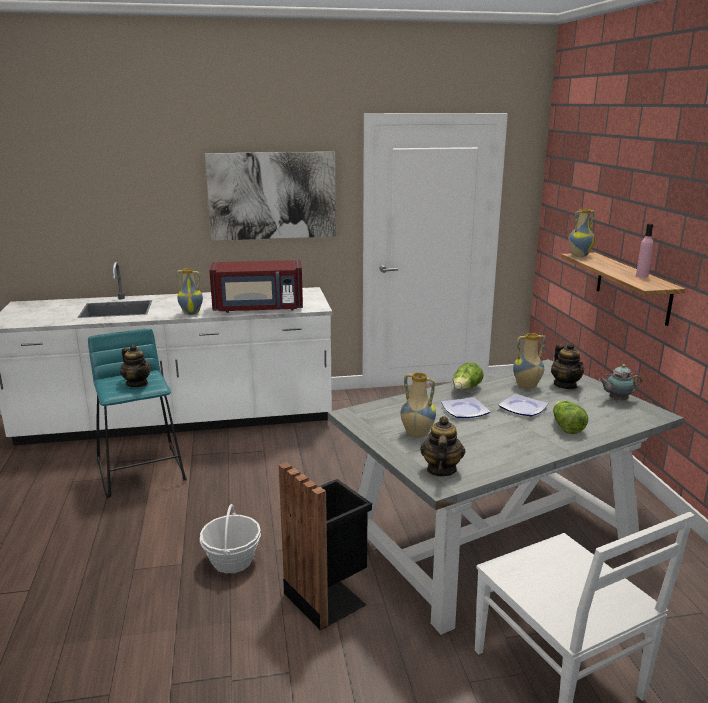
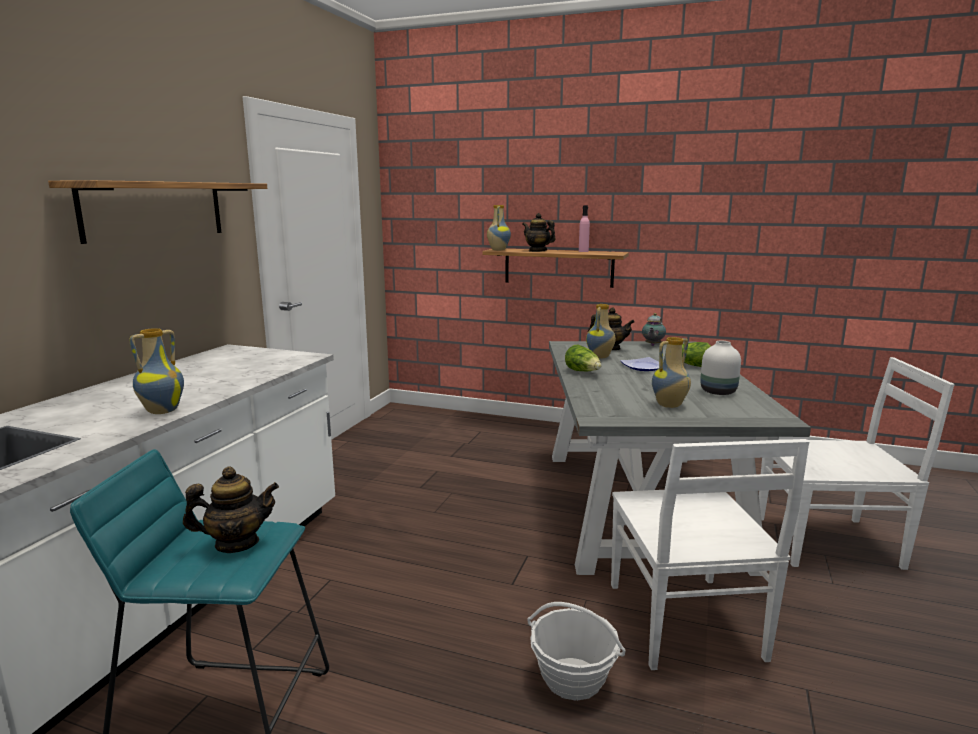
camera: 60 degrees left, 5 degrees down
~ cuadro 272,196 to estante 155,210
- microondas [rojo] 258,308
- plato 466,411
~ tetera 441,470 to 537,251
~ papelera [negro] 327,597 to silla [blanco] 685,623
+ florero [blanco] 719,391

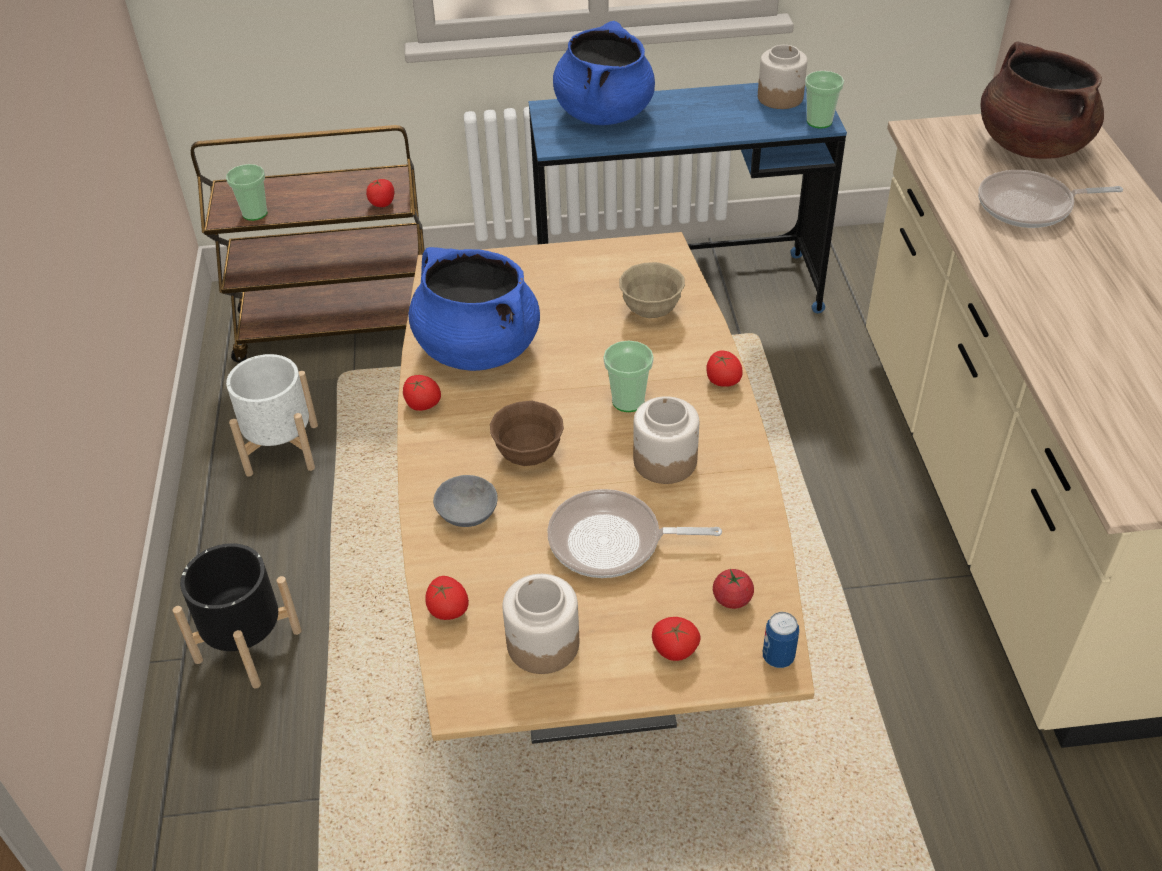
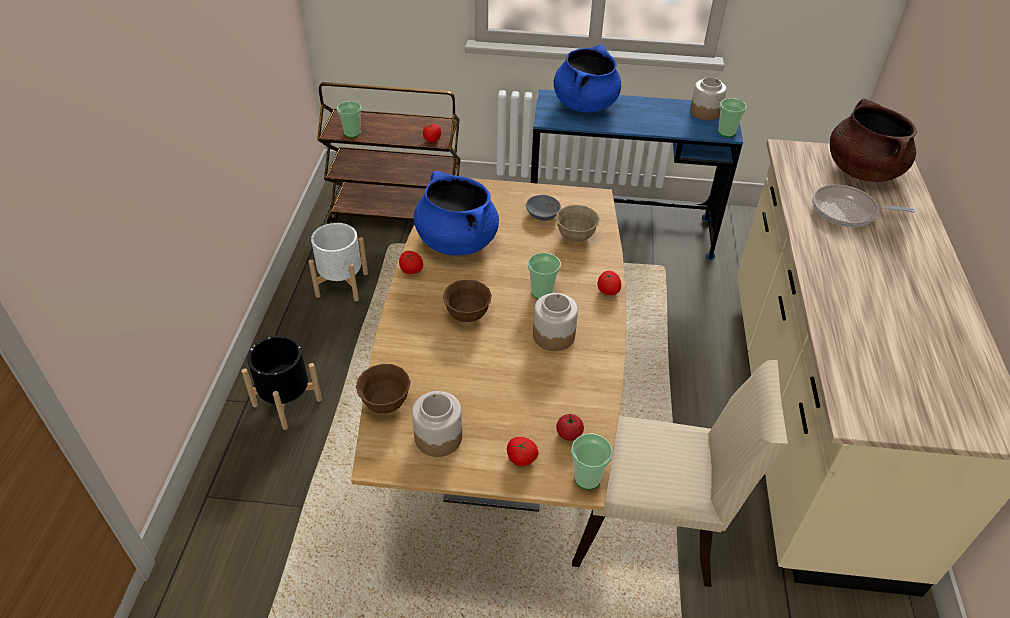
camera: 10 degrees right, 0 degrees up
~ cuenco [gris] 465,512 to 541,214
- sartén 612,542
~ tomate 448,609 to cuenco [marrón] 386,403
~ lata 778,657 to taza 587,478
+ silla [beis] 654,526

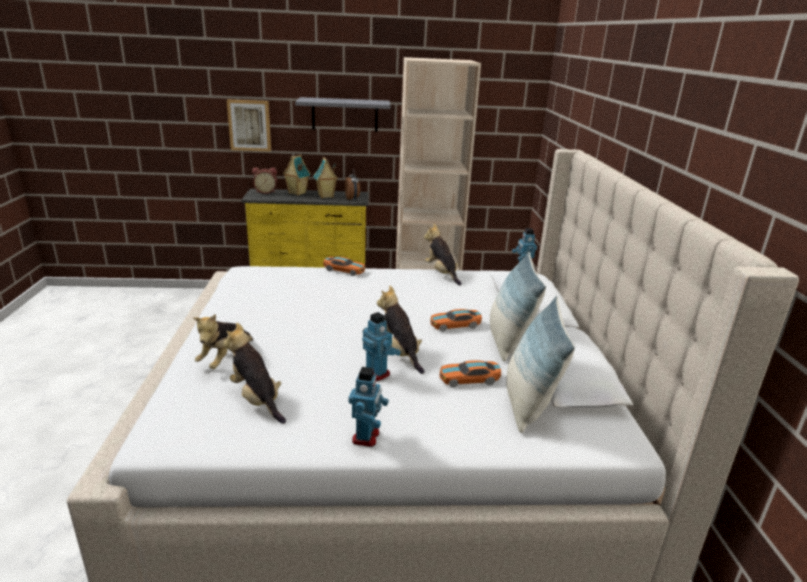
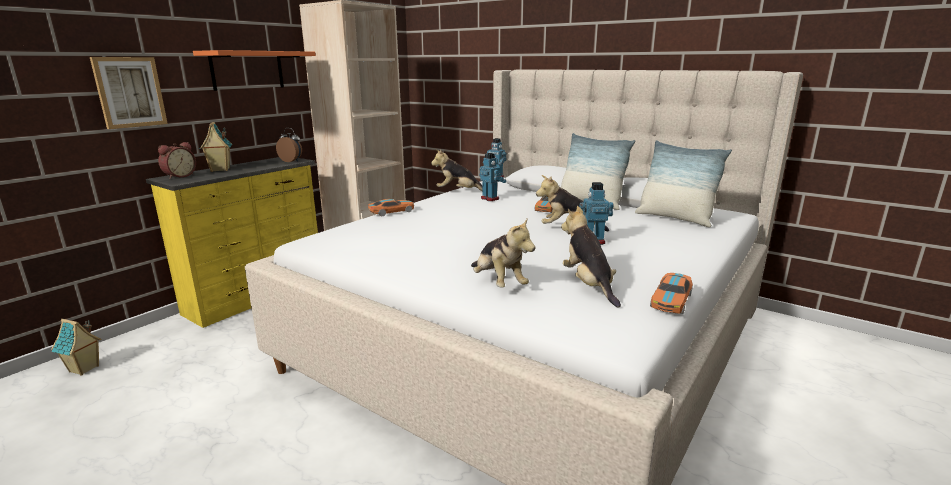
camera: 50 degrees left, 5 degrees down
~ estante [gris] 345,114 to estante [naranja] 247,70
~ casita 325,196 to 84,369
~ peluche 257,399 = 588,285 75 degrees clockwise
~ coche de juguete 469,379 to 671,300
~ robot de juguete 366,437 to 490,198

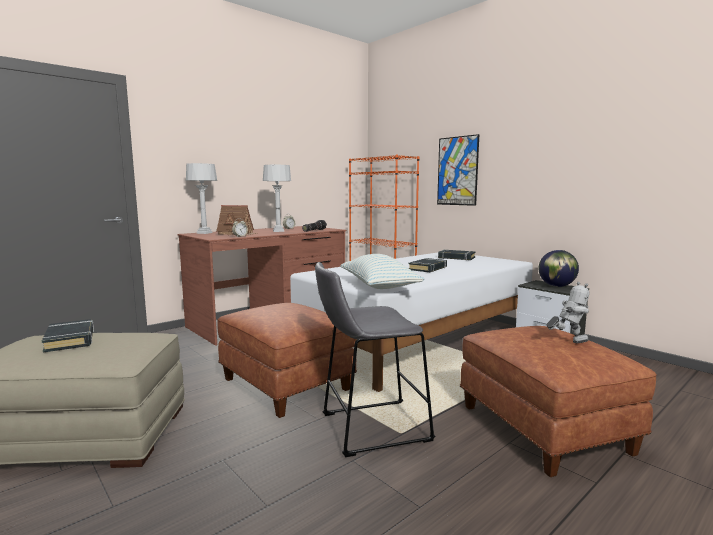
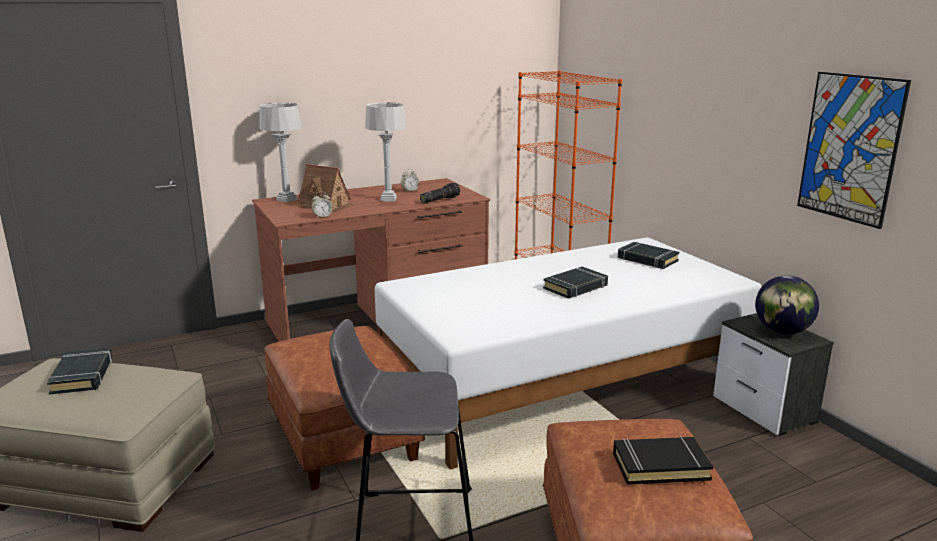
camera: 15 degrees right, 10 degrees up
~ cuadro 457,171 to 850,148
- cojín 378,286
~ robot de juguete 567,342 to libro [negro] 660,466

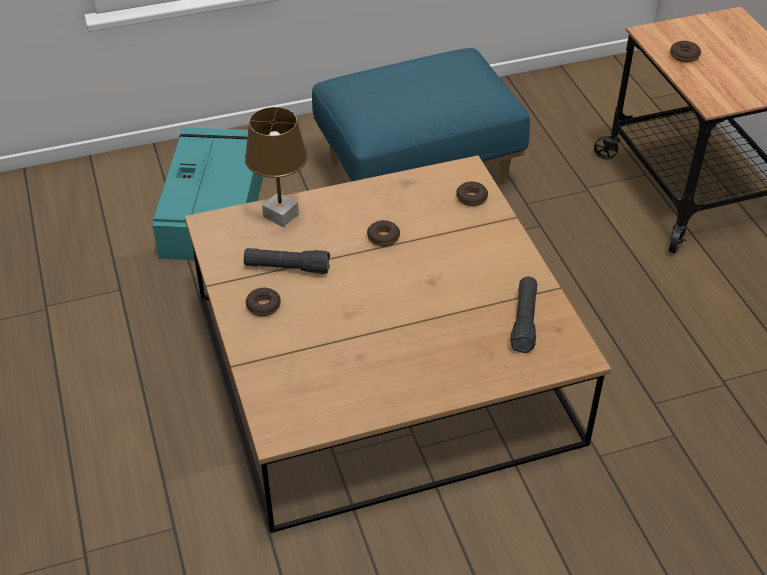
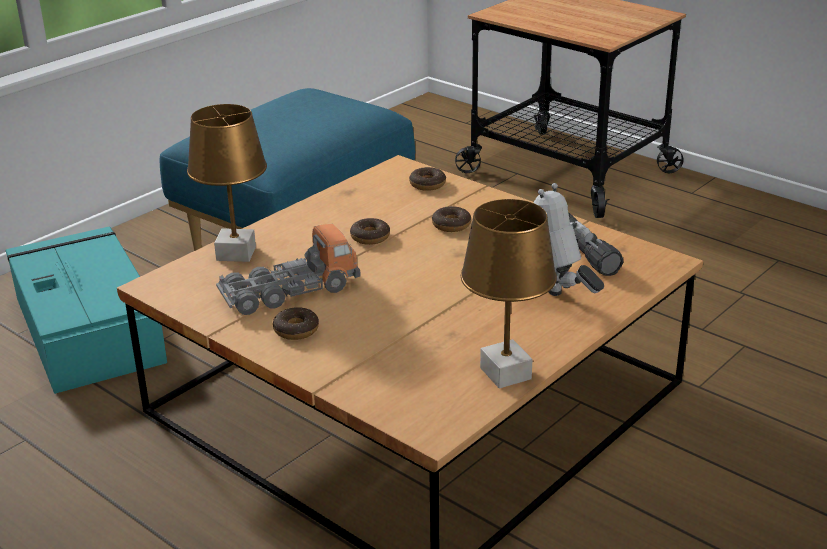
camera: 30 degrees left, 15 degrees down
~ rosquilla 684,56 to 451,225
~ linterna [negro] 287,268 to camión de juguete 289,291
+ robot de juguete 559,301
+ lámpara de mesa [marrón] 504,373

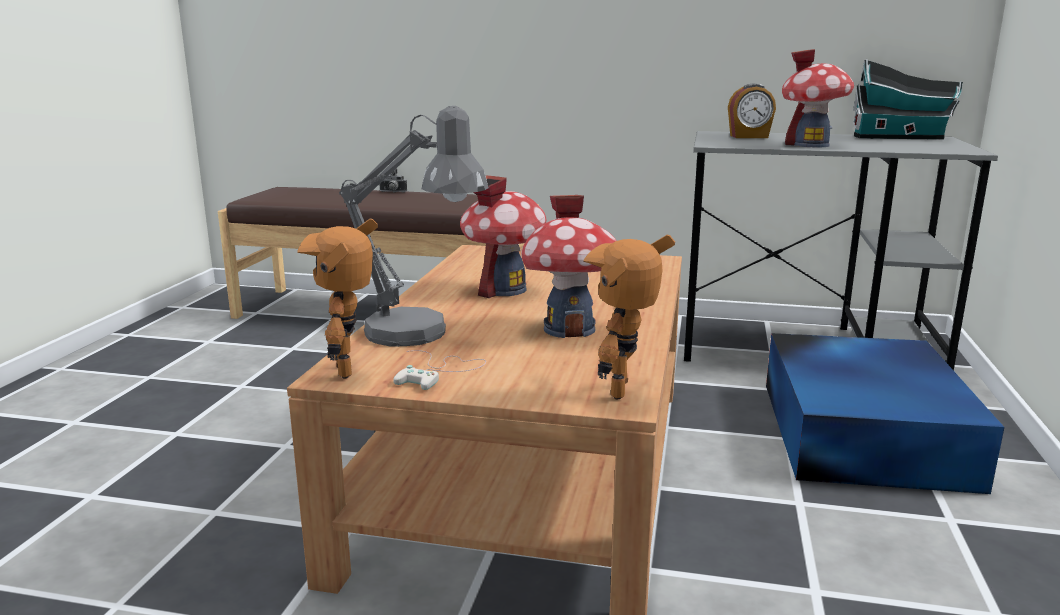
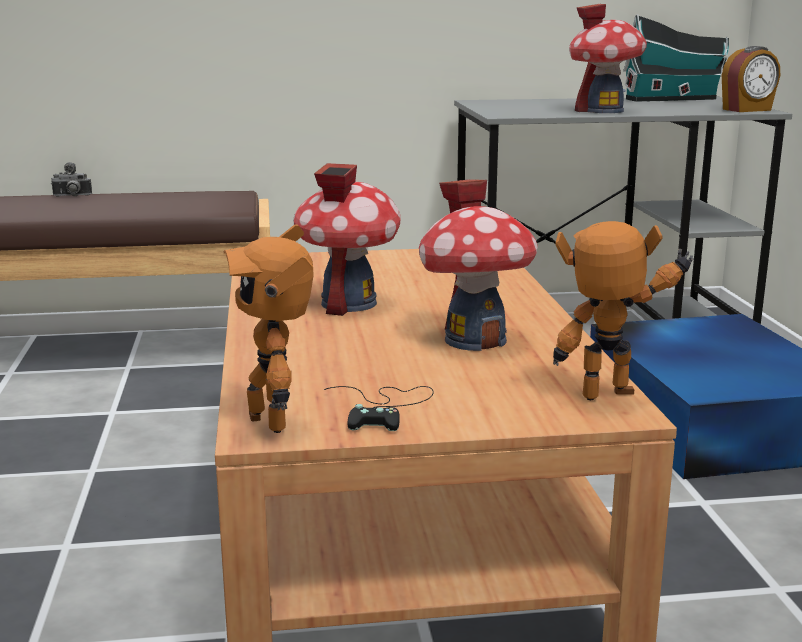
camera: 20 degrees left, 0 degrees up
~ despertador 749,137 to 747,110
- lámpara de mesa [gris] 421,335
~ robot de juguete 627,391 = 613,399 75 degrees clockwise
~ mando de consola [blanco] 439,372 to mando de consola [negro] 385,408

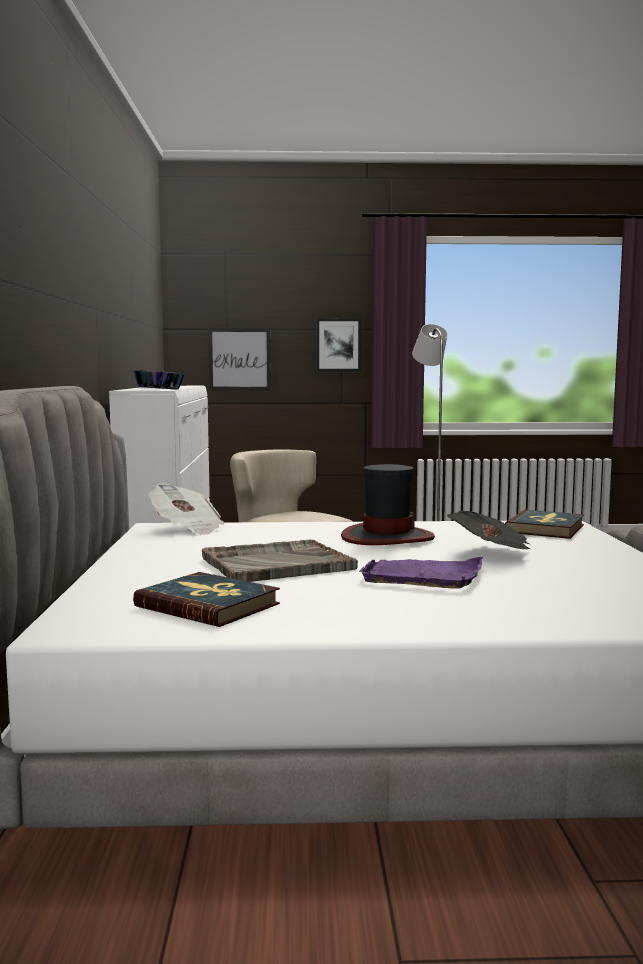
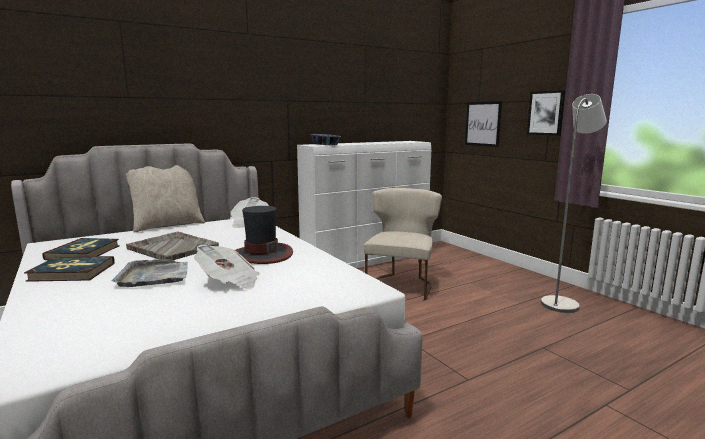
camera: 60 degrees right, 5 degrees up
~ libro 545,528 to 72,272
~ bandeja [morado] 423,576 to bandeja [gris] 154,276
+ cojín [beis] 168,225

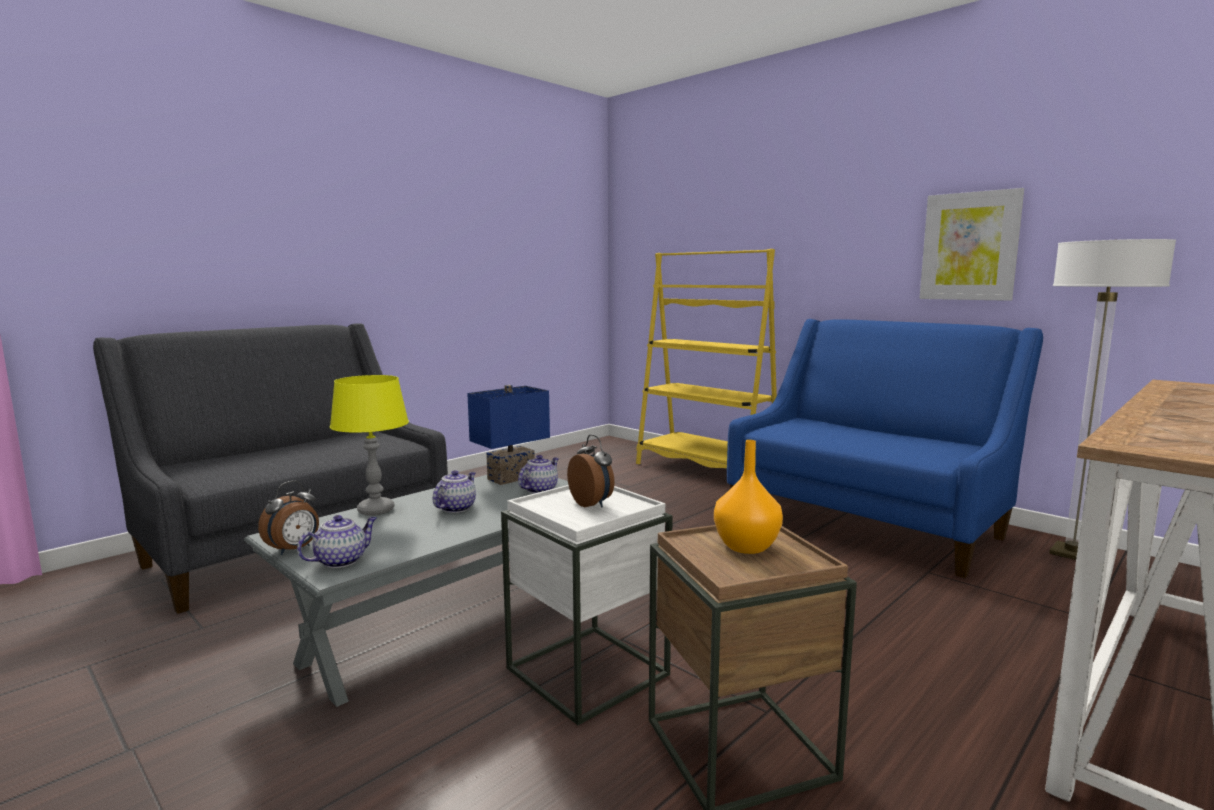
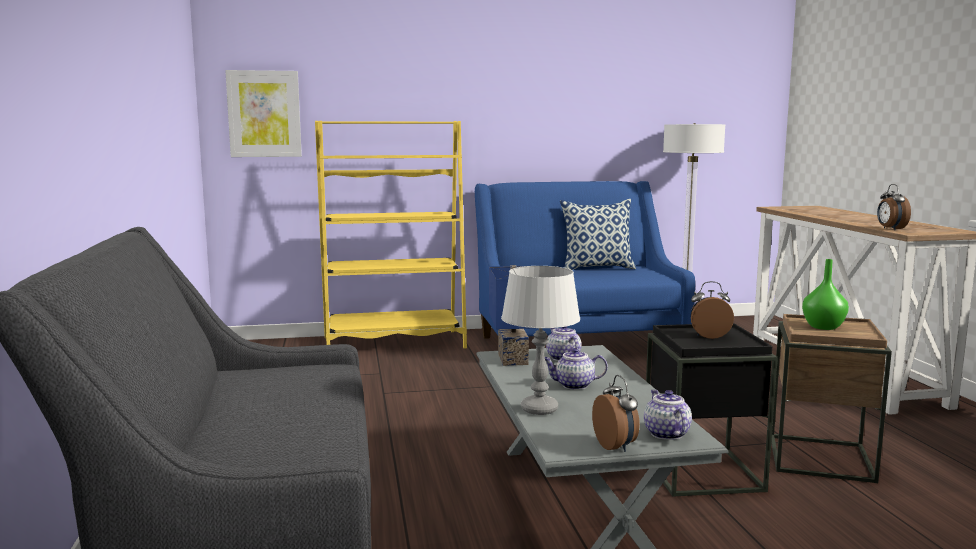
camera: 55 degrees left, 0 degrees up
~ cuadro 969,246 to 264,114
~ lámpara de mesa [amarillo] 376,510 to lámpara de mesa [gris] 539,409
~ florero [naranja] 748,546 to florero [verde] 823,327
~ tetera 456,508 = 573,385 60 degrees counterclockwise
~ mesa auxiliar [blanco] 586,671 to mesa auxiliar [negro] 701,473
+ despertador 890,229
+ cojín 597,268

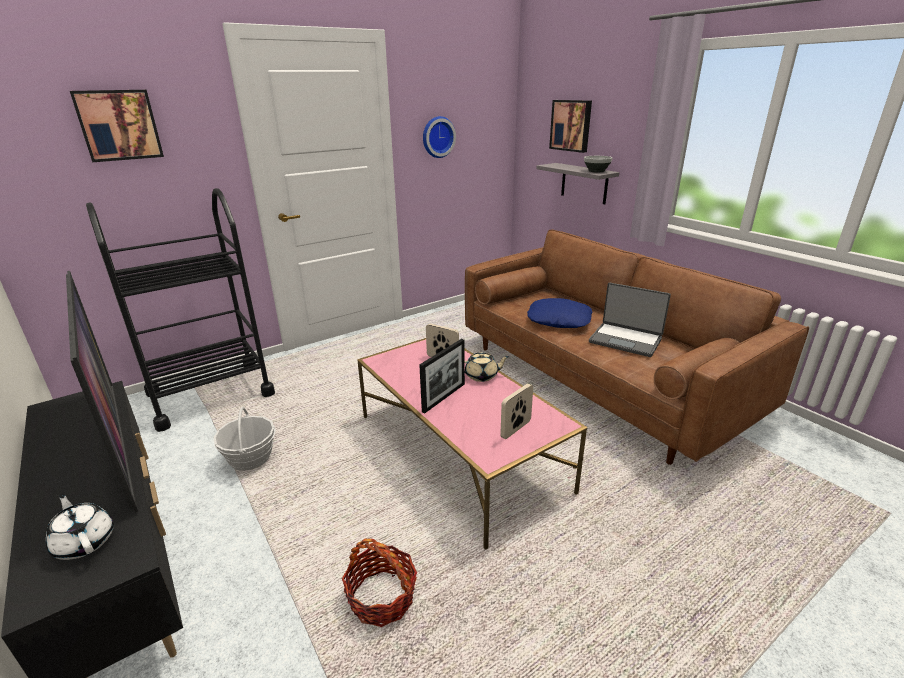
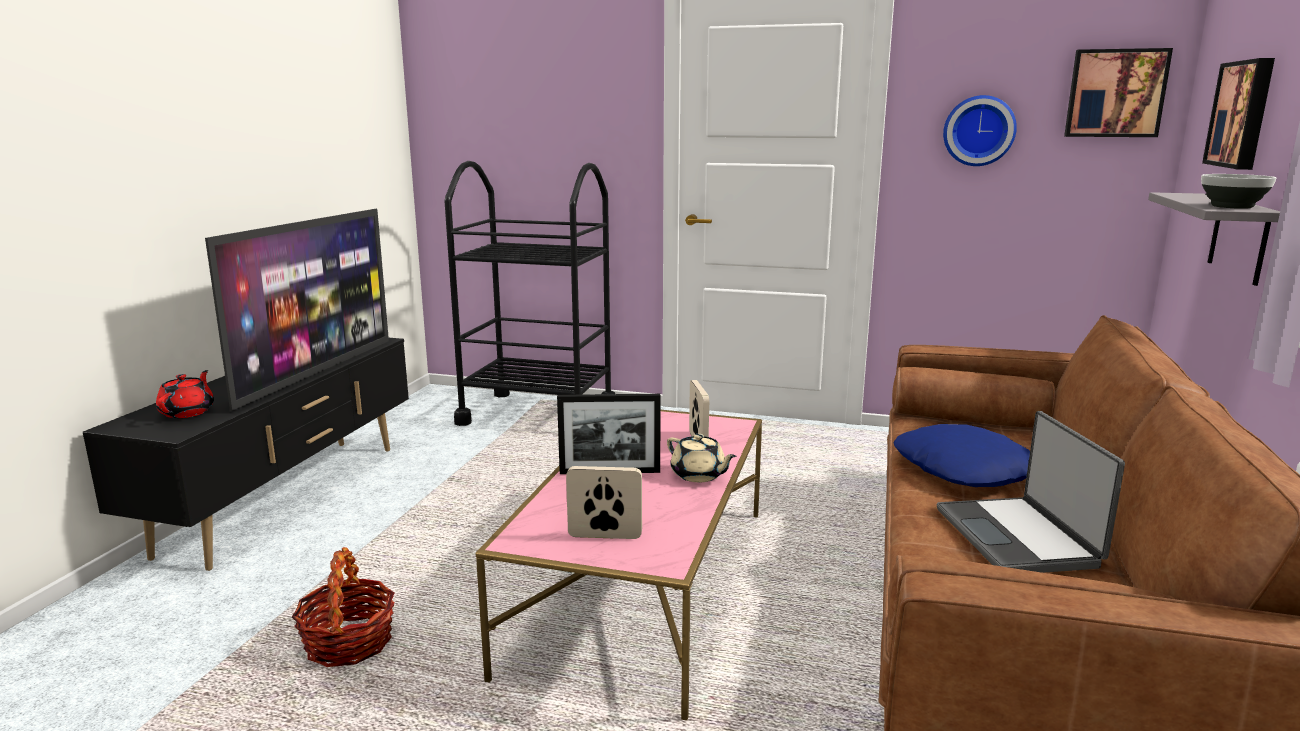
camera: 50 degrees right, 10 degrees down
~ cuadro 118,125 to 1115,93
- cesta 250,458
~ tetera [blanco] 85,541 to tetera [rojo] 188,412

